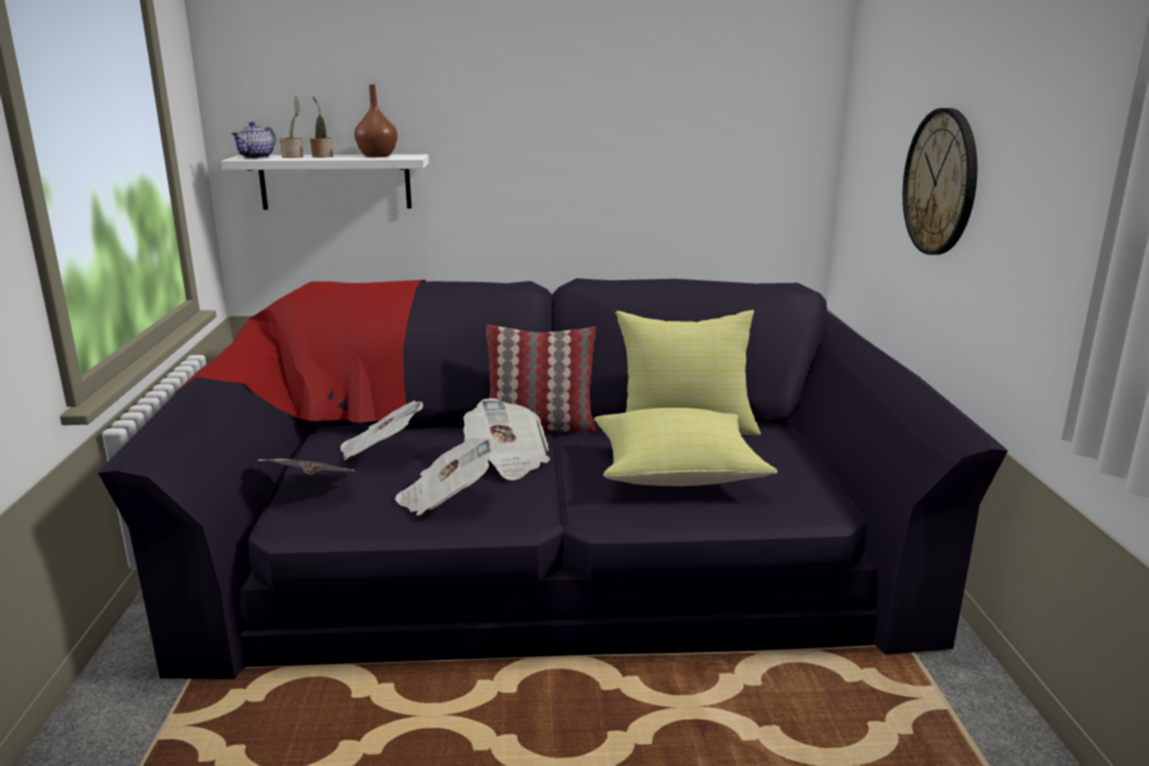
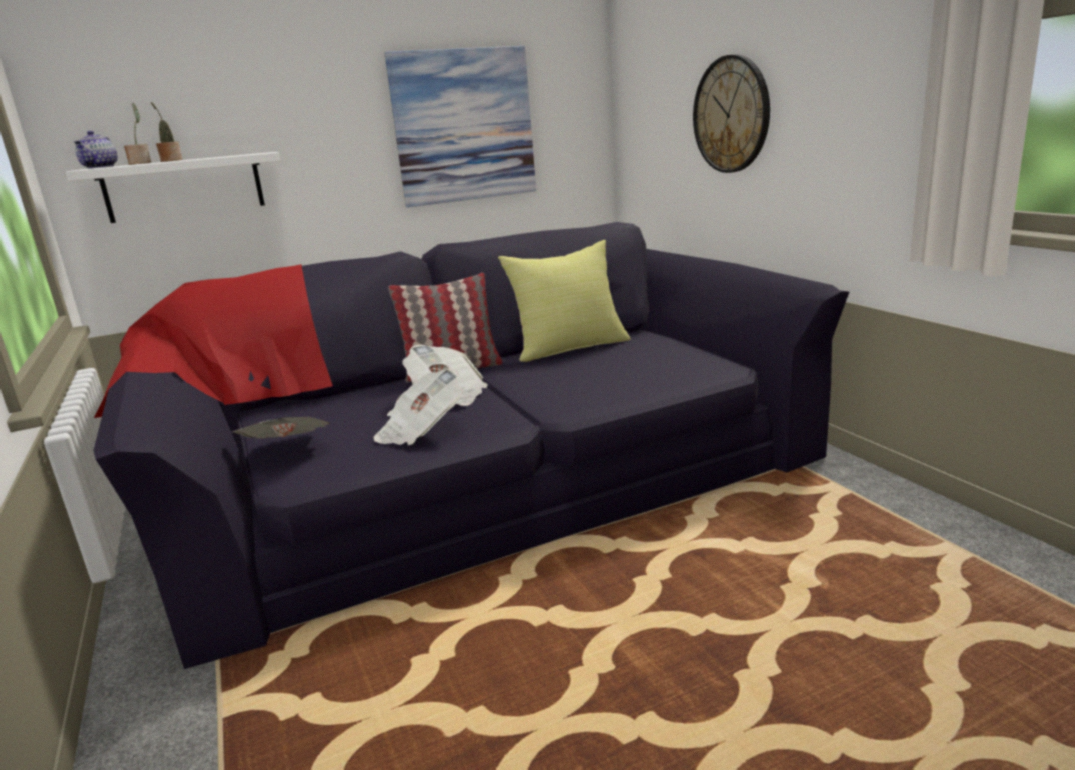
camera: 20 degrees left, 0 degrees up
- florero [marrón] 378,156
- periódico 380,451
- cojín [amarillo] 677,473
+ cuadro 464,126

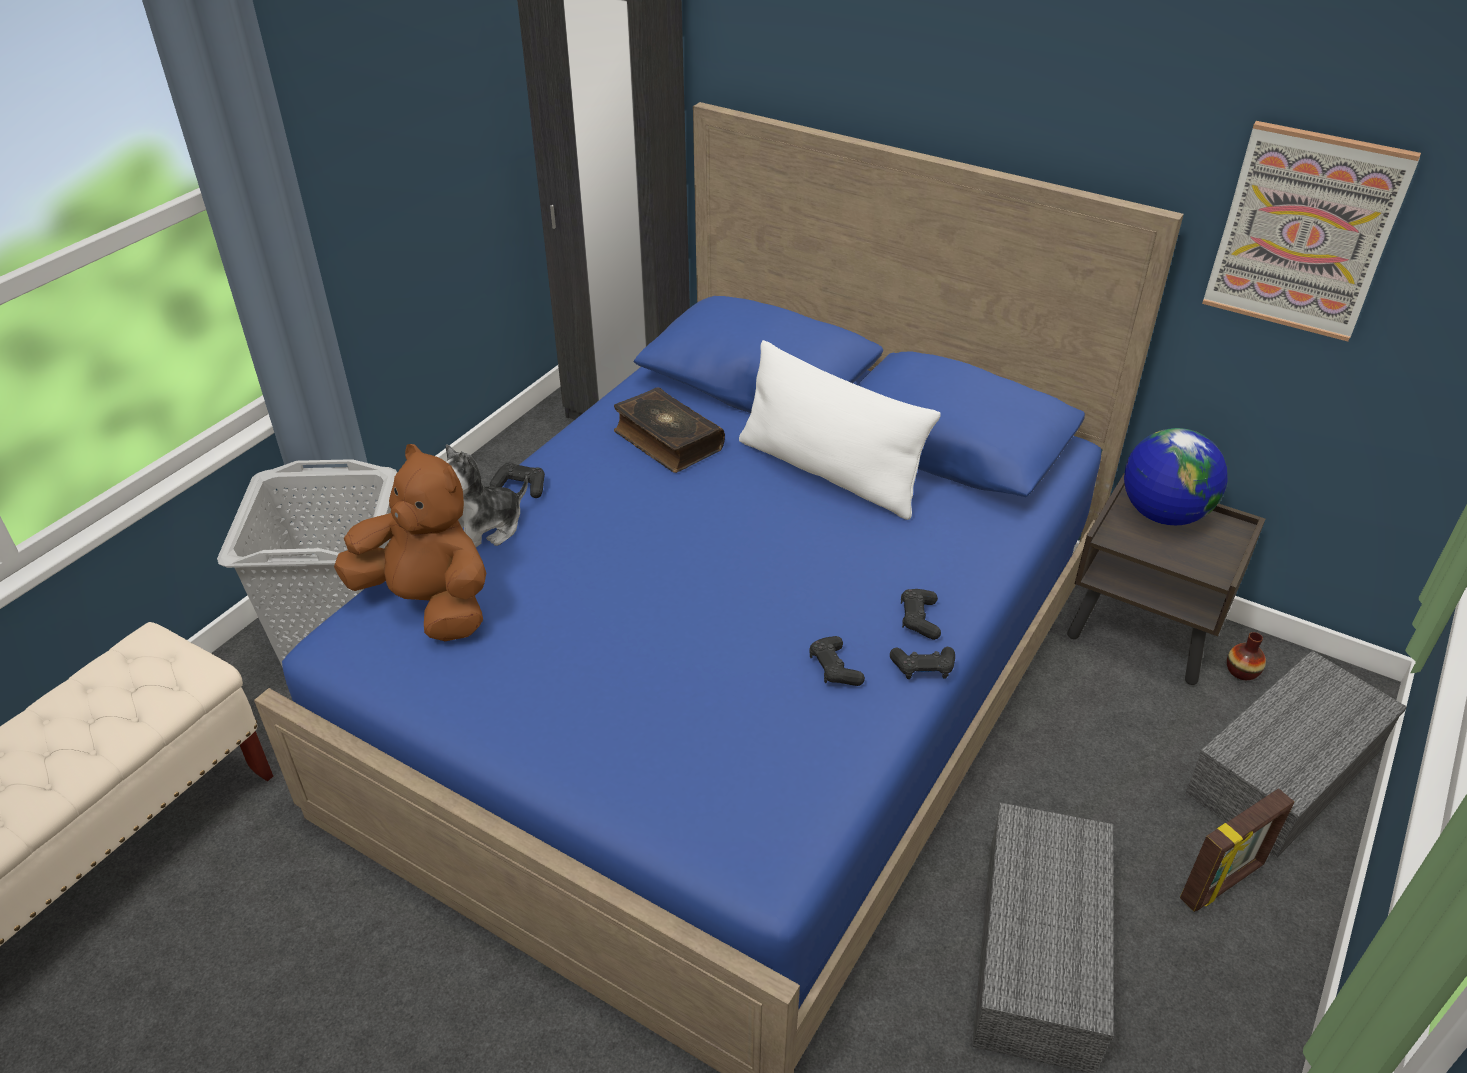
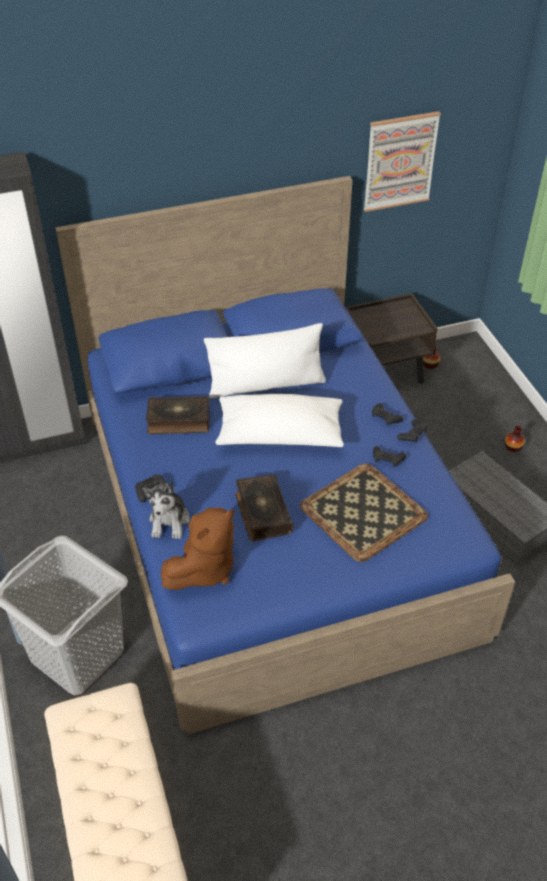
camera: 50 degrees left, 5 degrees up
- globo terráqueo 1163,514
~ peluche [marrón] 429,603 = 204,569 150 degrees clockwise
- caja de almacenaje [gris] 1284,768
~ portarretratos 1223,883 to florero 513,447
+ cojín [blanco] 280,435
+ bandeja 363,510
+ libro 262,513

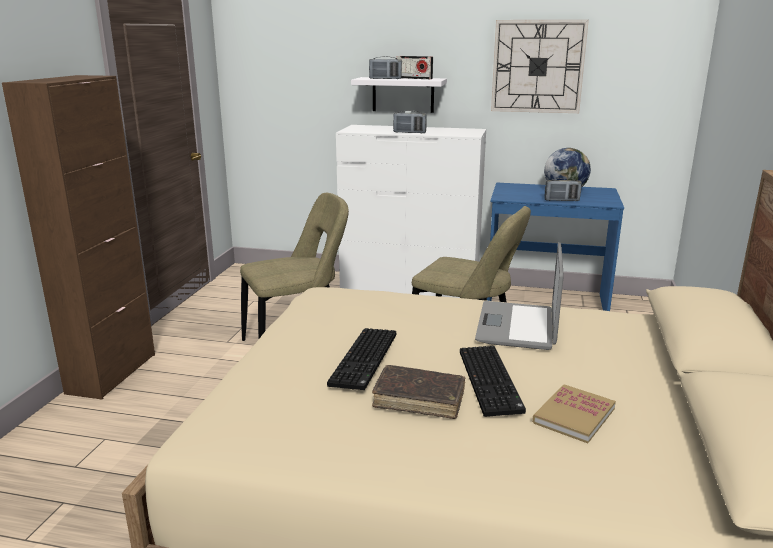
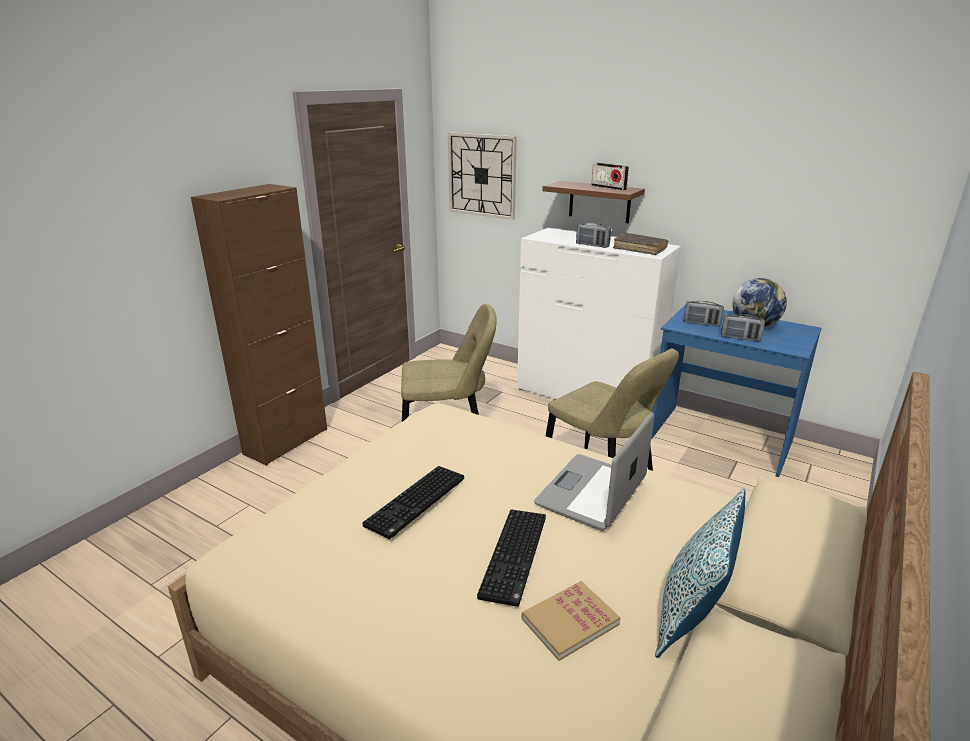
camera: 20 degrees right, 5 degrees up
~ reloj de pared 538,66 to 482,175
~ radio 385,79 to 701,323
~ estante [blanco] 403,95 to estante [marrón] 599,202
~ libro [marrón] 419,399 to 639,249
+ cojín 691,615

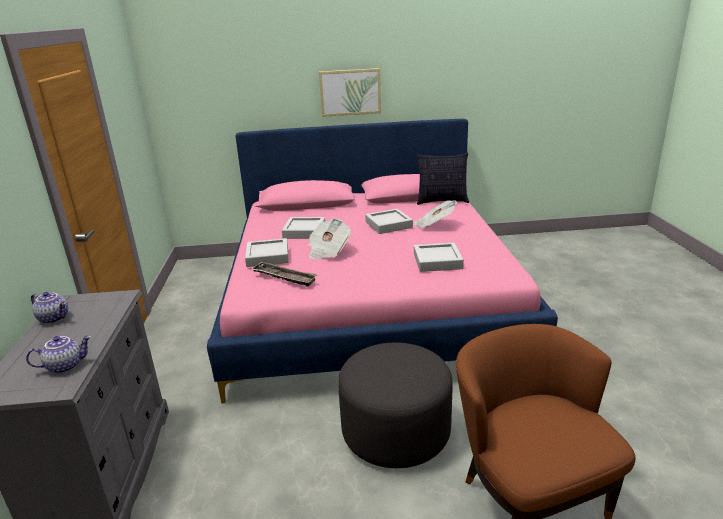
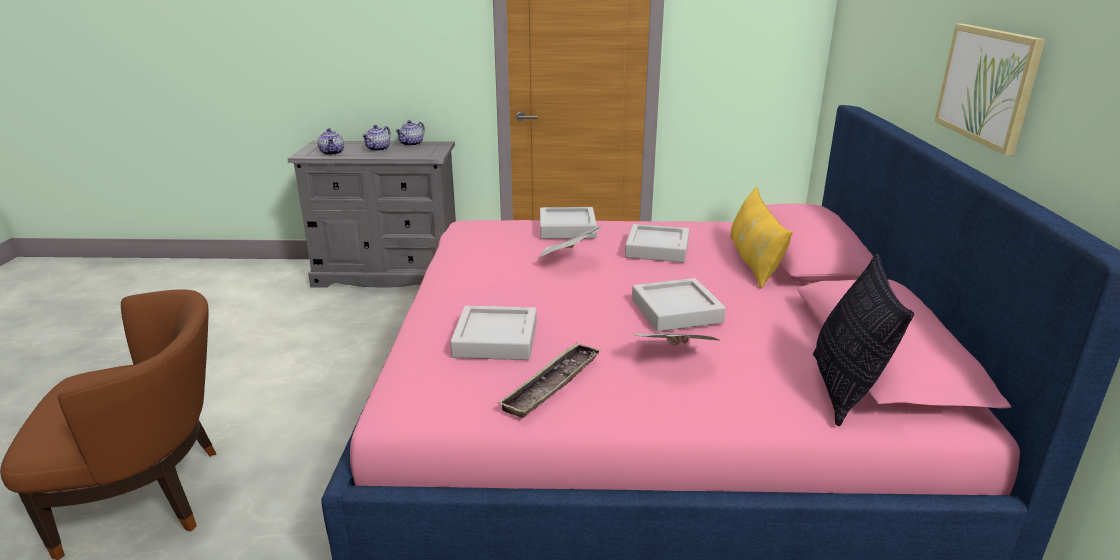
camera: 95 degrees right, 0 degrees up
~ bandeja 284,277 to 552,385
- puf [gris] 396,431
+ tetera 378,149
+ cojín [amarillo] 753,261

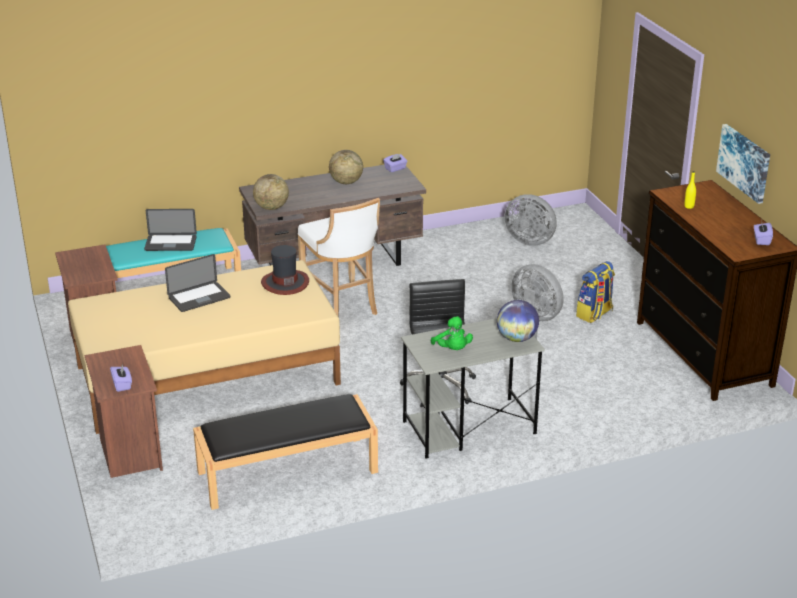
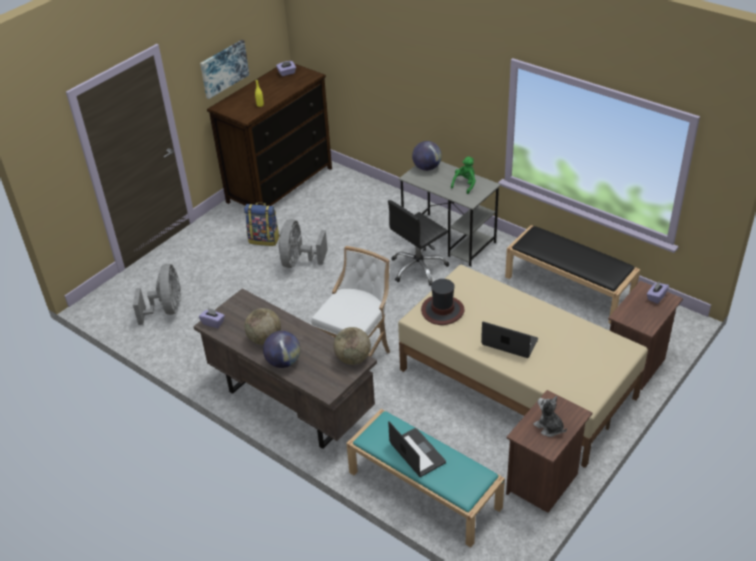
camera: 120 degrees left, 10 degrees up
+ globo terráqueo 283,362
+ peluche 549,427

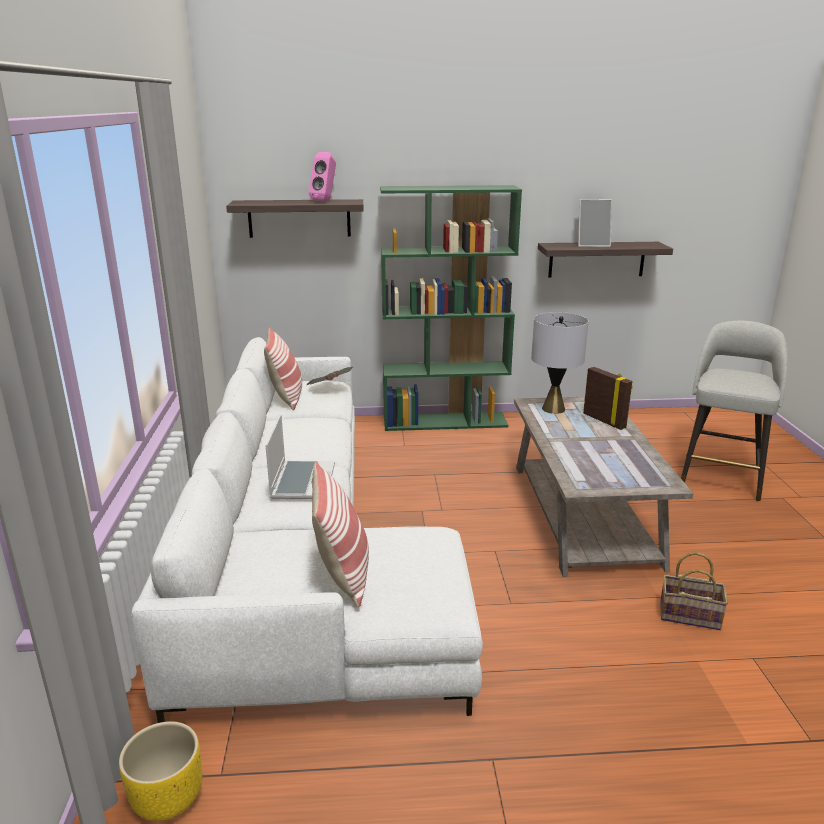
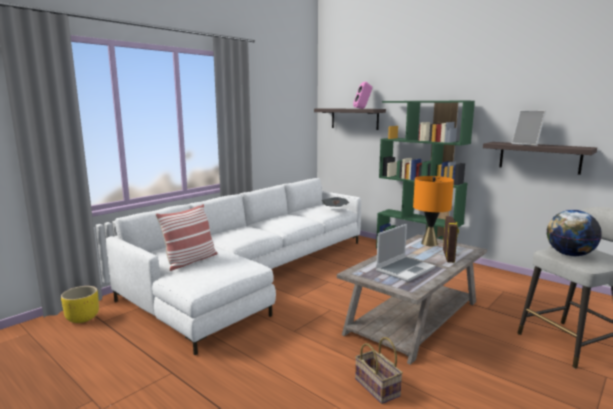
camera: 45 degrees right, 10 degrees down
~ lámpara de mesa [gris] 553,409 to lámpara de mesa [naranja] 429,243
- cojín 286,397
~ portátil 302,481 to 405,269
+ globo terráqueo 569,254

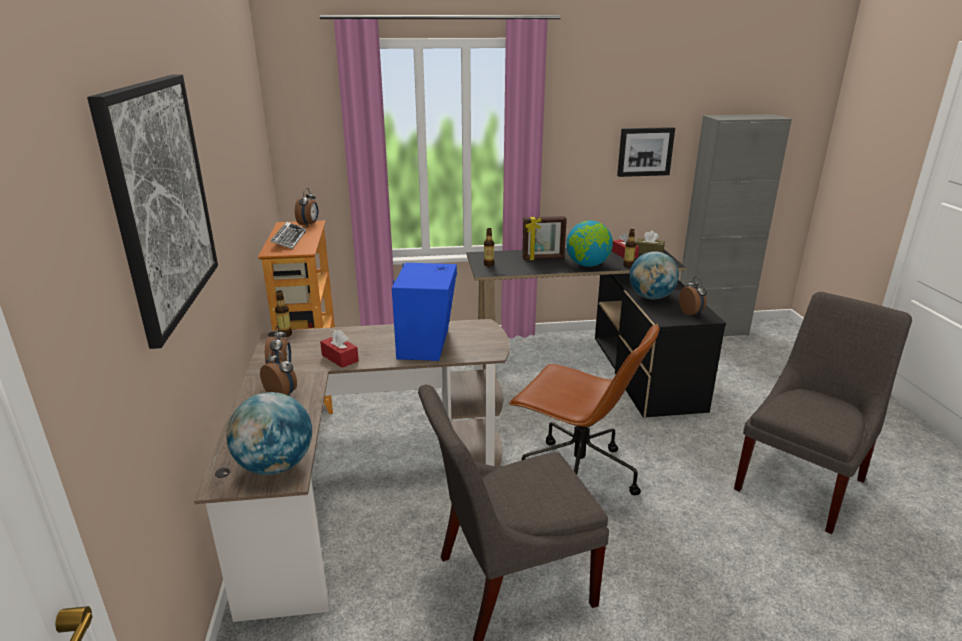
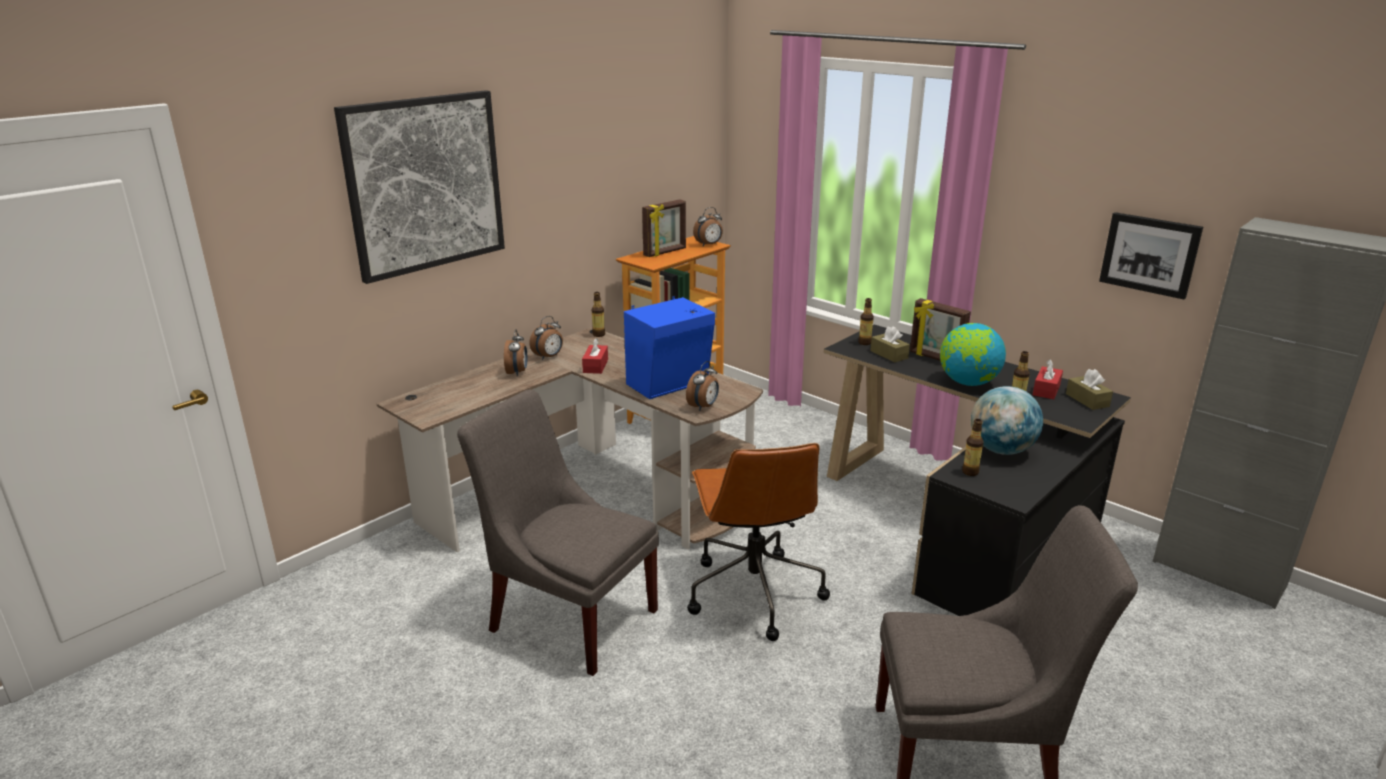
camera: 50 degrees right, 0 degrees up
~ teclado 289,239 to portarretratos 665,252
~ despertador 691,313 to 703,407
- globo terráqueo 275,466
+ caja de pañuelos [marrón] 889,354
+ botella 970,472

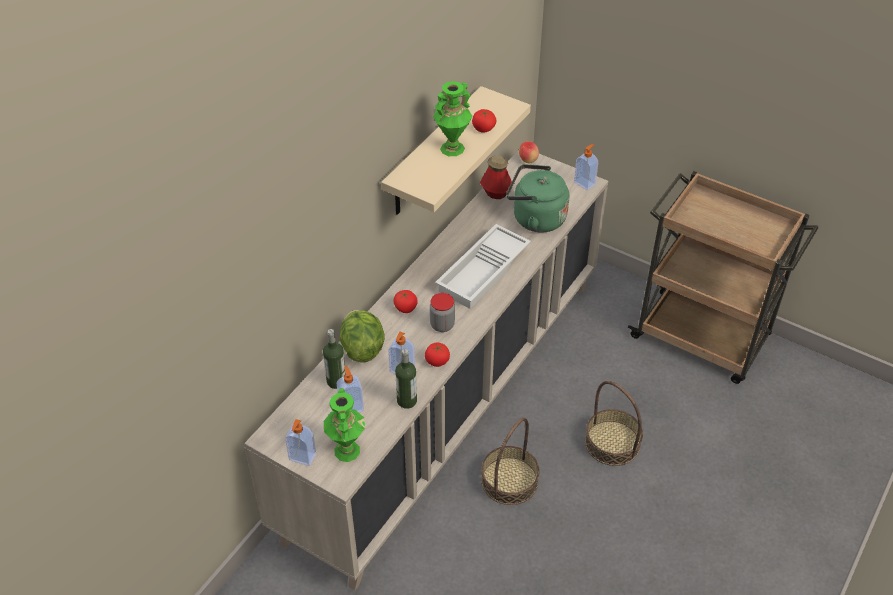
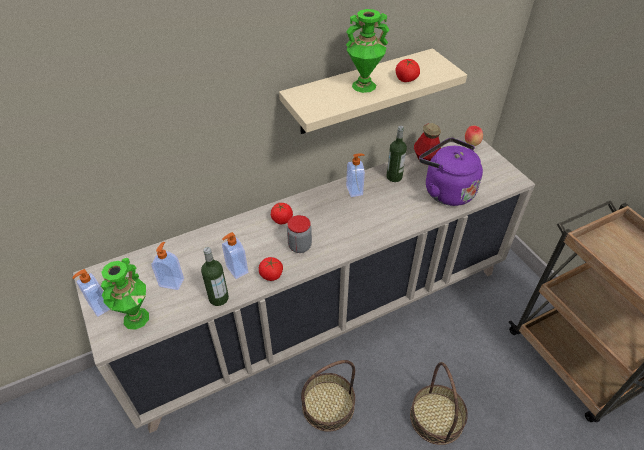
camera: 30 degrees right, 0 degrees up
~ dispensador de jabón 585,183 to 355,190
~ hervidor [verde] 535,218 to hervidor [morado] 446,190
- bandeja [blanco] 484,272
- lechuga 362,348
~ botella 336,381 to 394,177

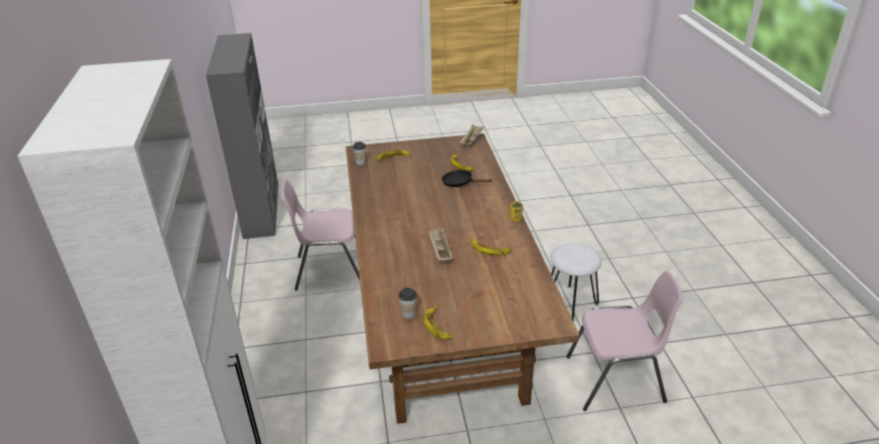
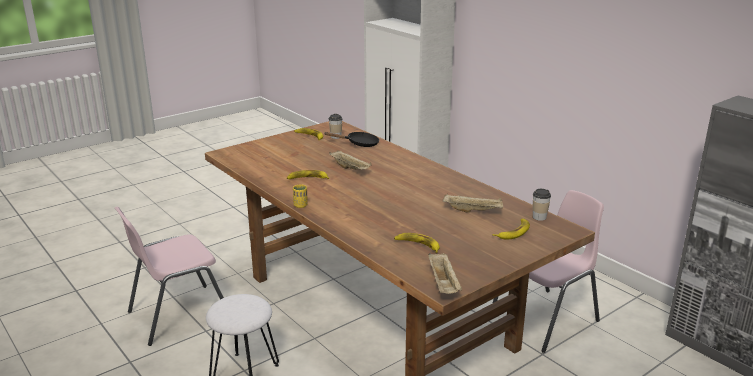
camera: 150 degrees right, 10 degrees down
~ sartén [negro] 460,183 to 359,144
+ bandeja [beis] 473,211

